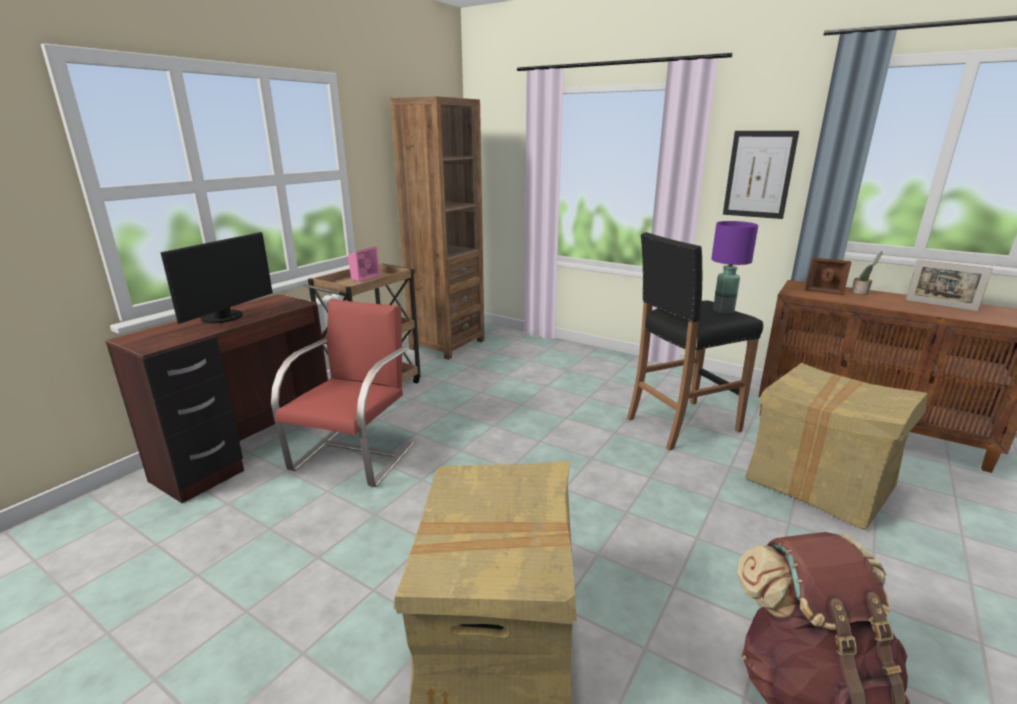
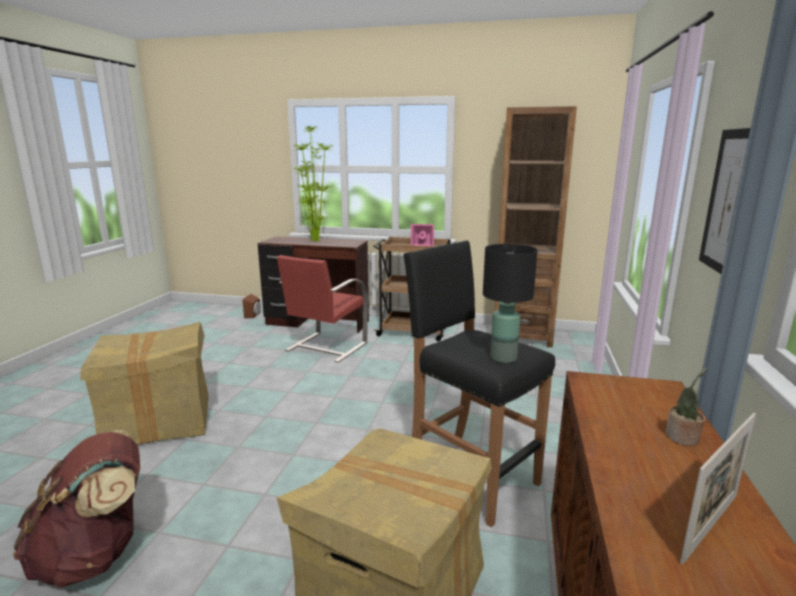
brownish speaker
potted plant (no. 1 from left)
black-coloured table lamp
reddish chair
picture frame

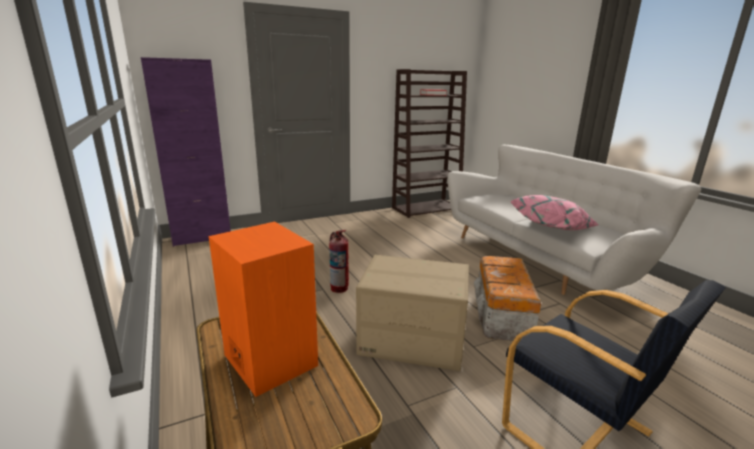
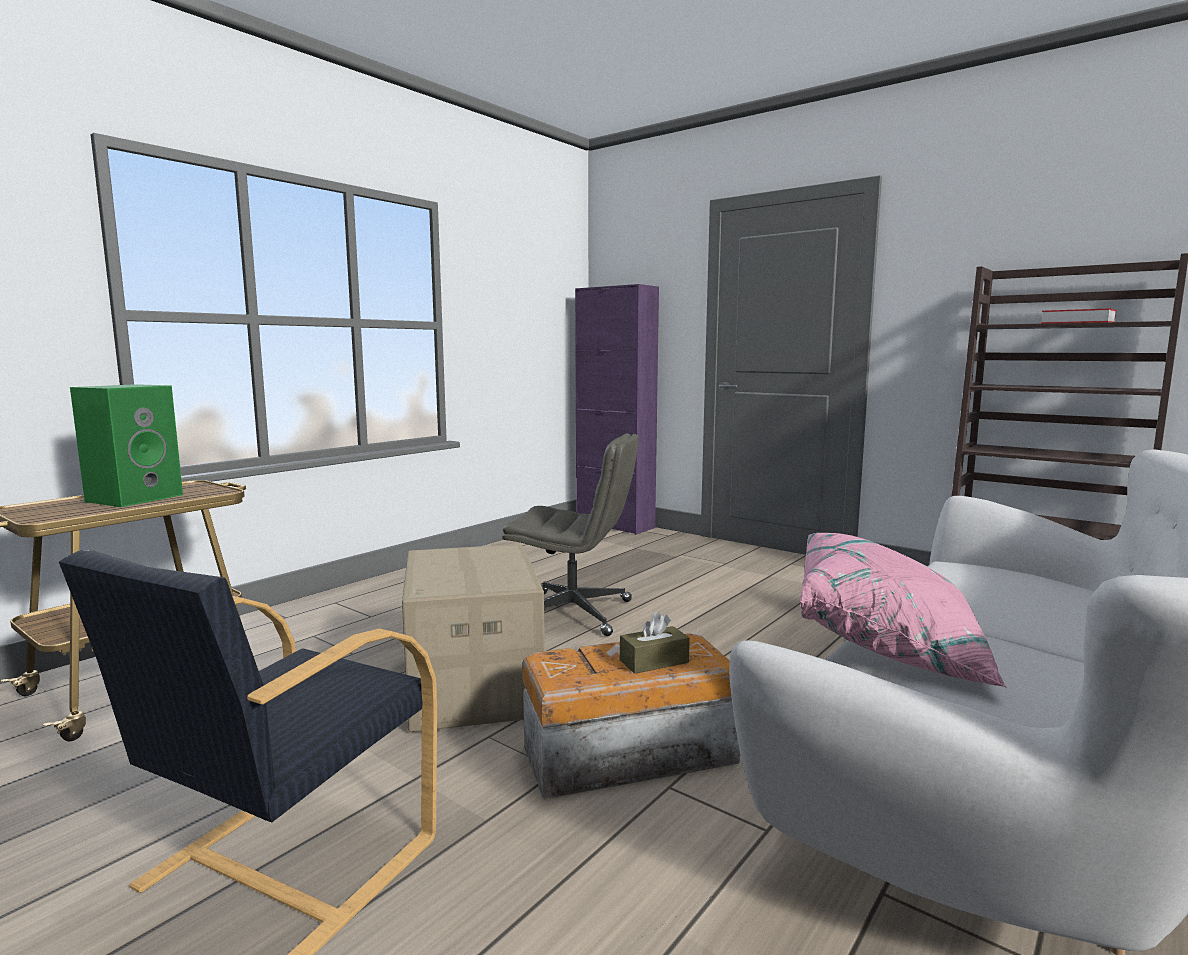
brownish box of tissues
gray office chair
green-coloured speaker

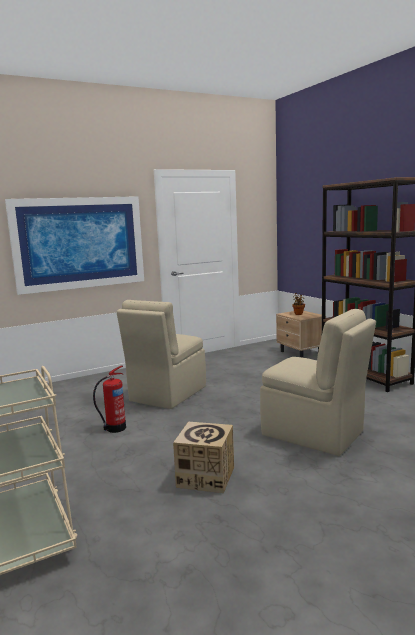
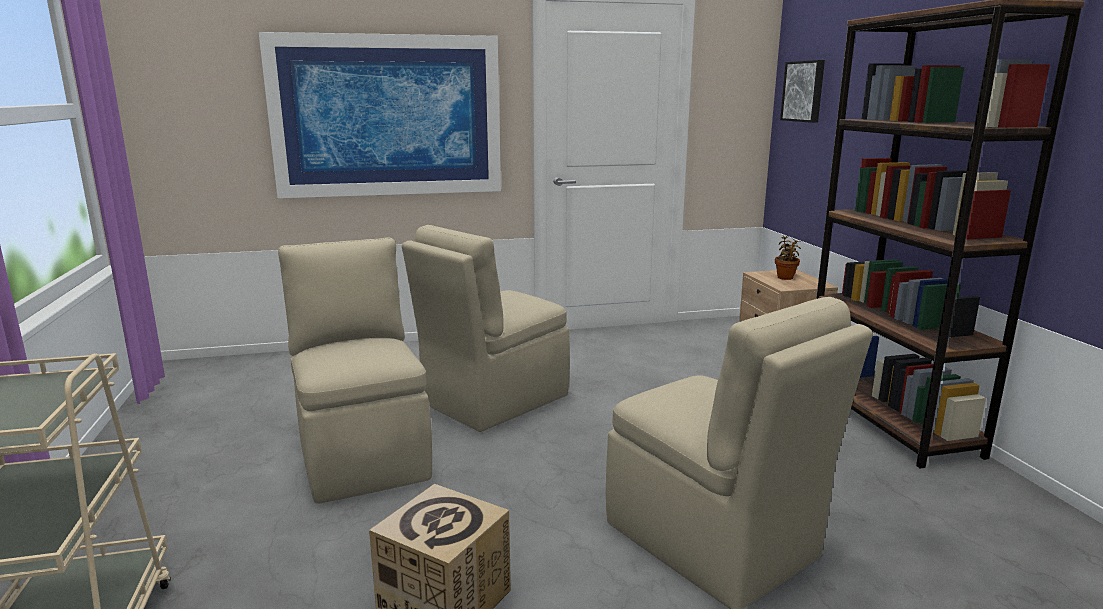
picture (no. 2 from left)
sand-coloured chair (no. 1 from left)

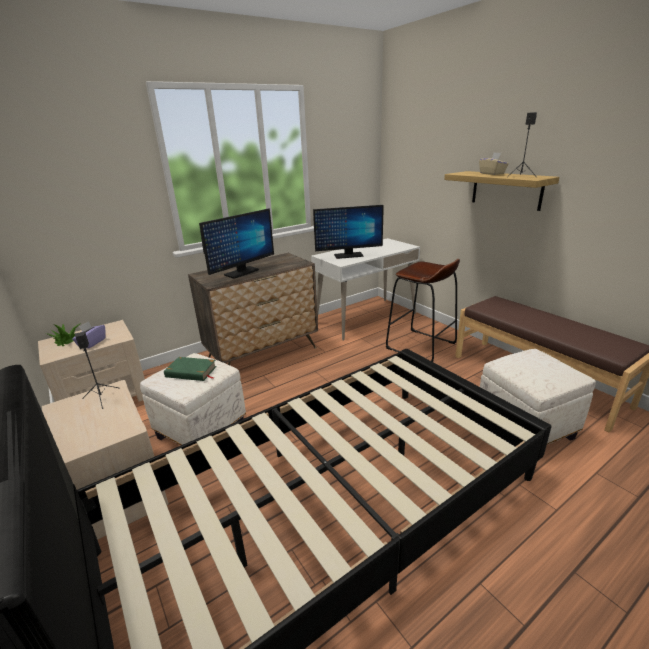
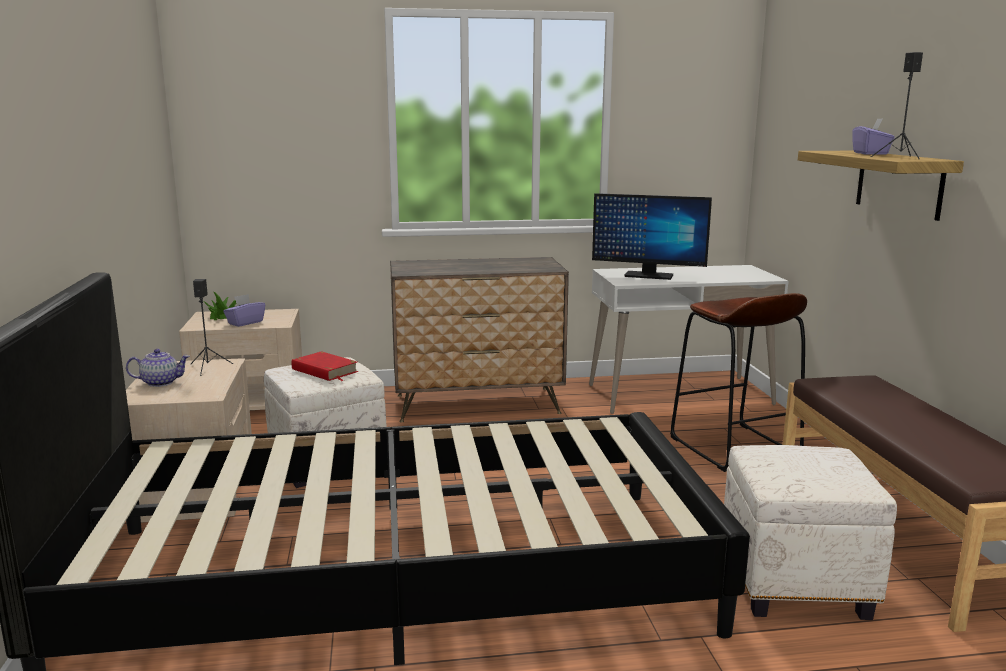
computer screen (no. 1 from left in the first image)
tea pot
reddish book
purple-coloured box of tissues (no. 2 from left)

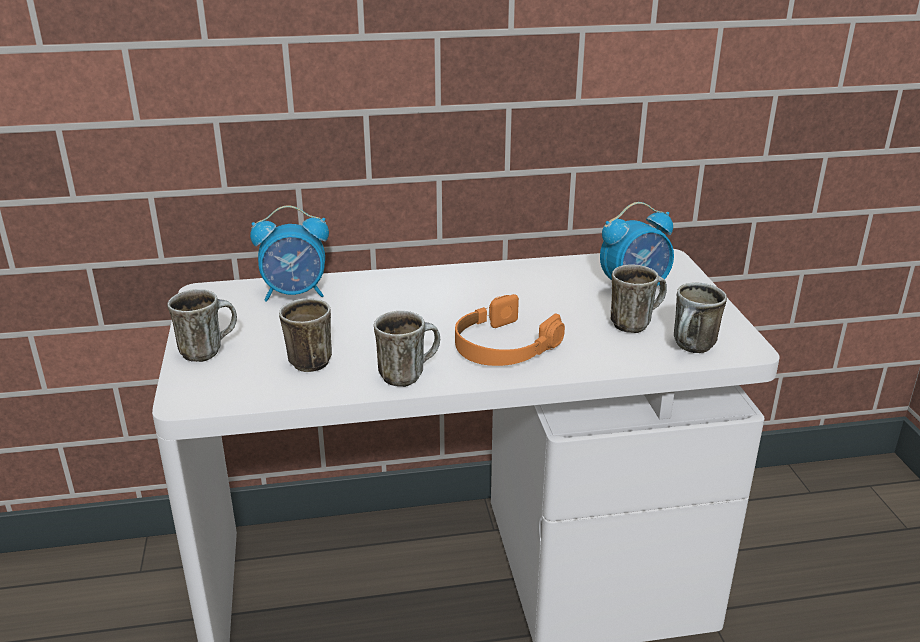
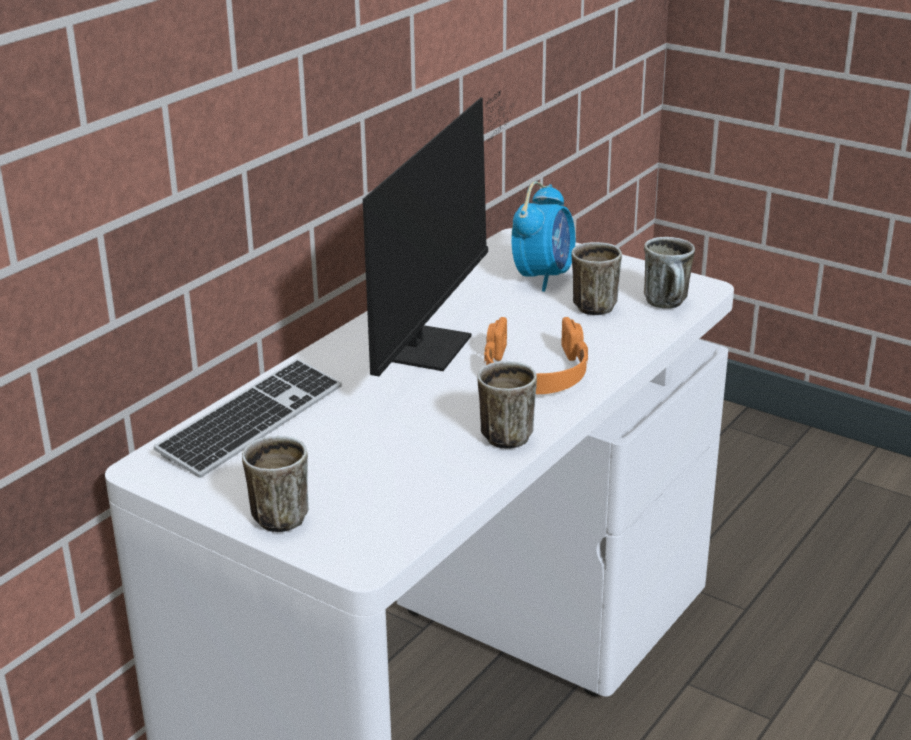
mug (no. 2 from left in the first image)
computer screen
PC keyboard

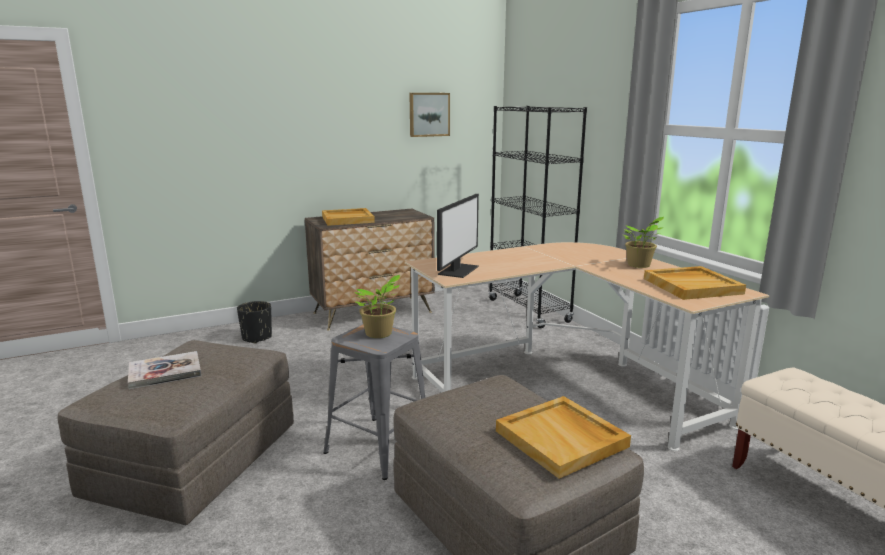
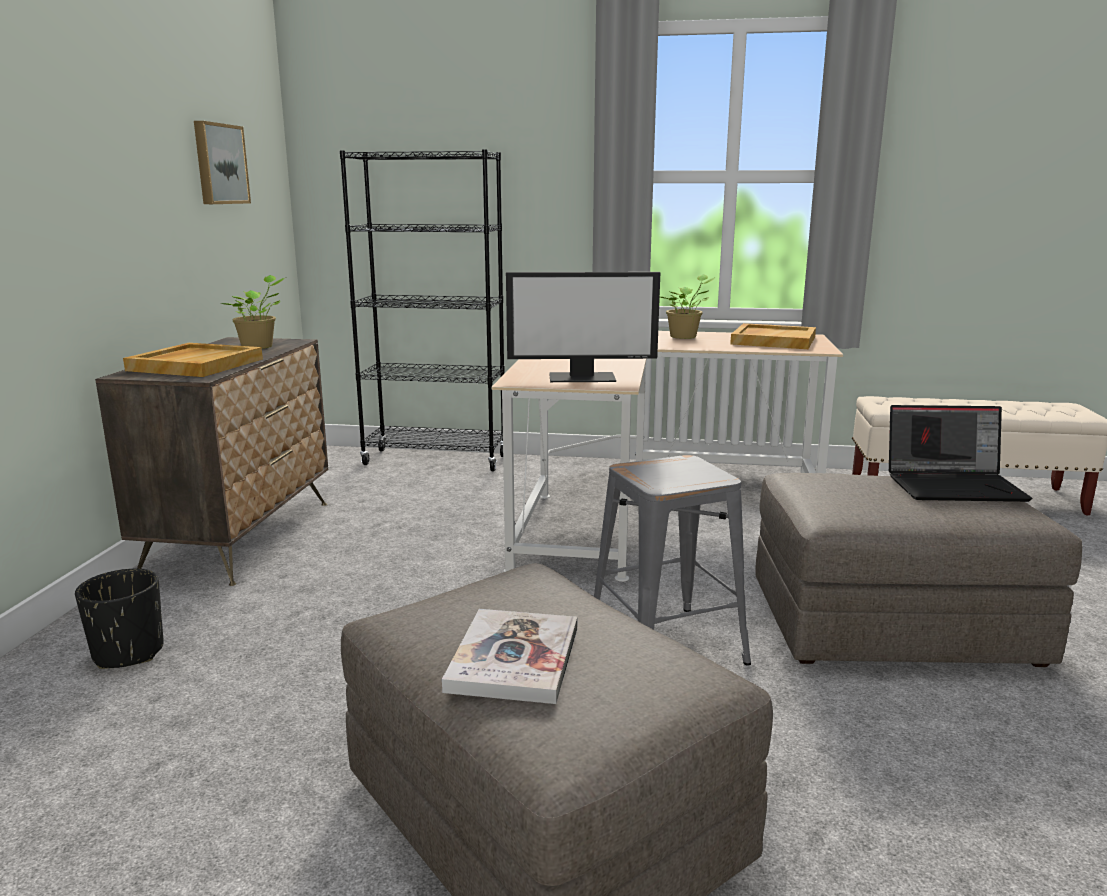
potted plant (no. 1 from left)
laptop
computer screen

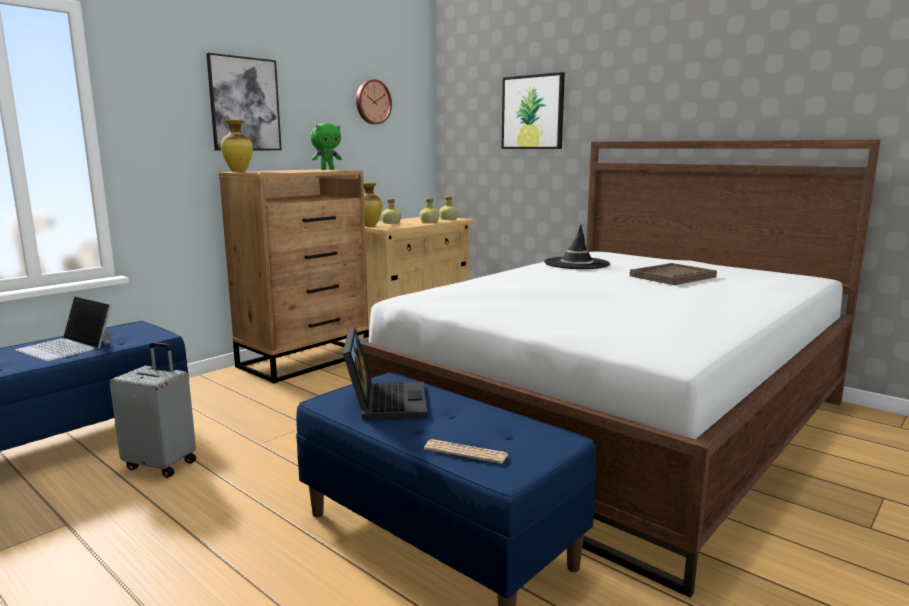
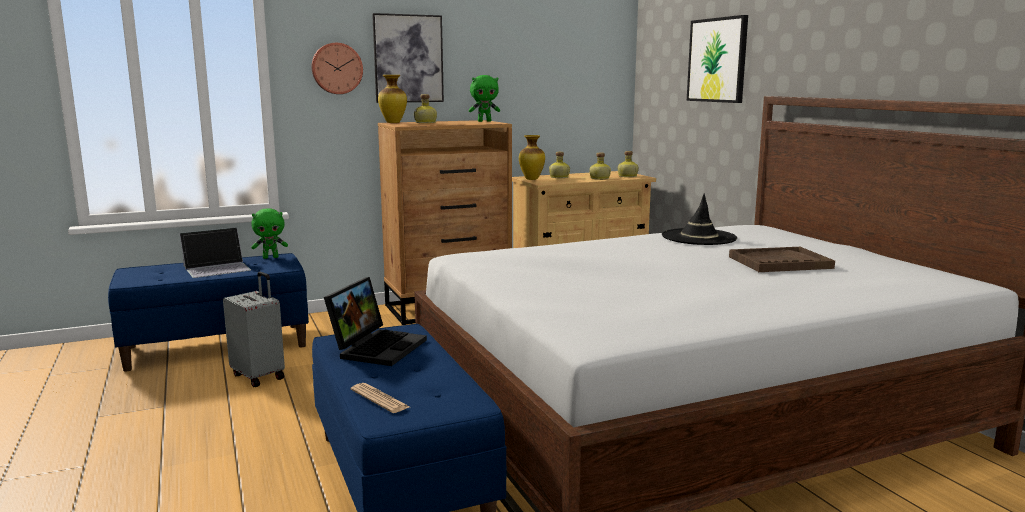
green-coloured soft toy (no. 1 from left)
beverage bottle (no. 1 from left)
hanging clock
laptop (no. 1 from left)

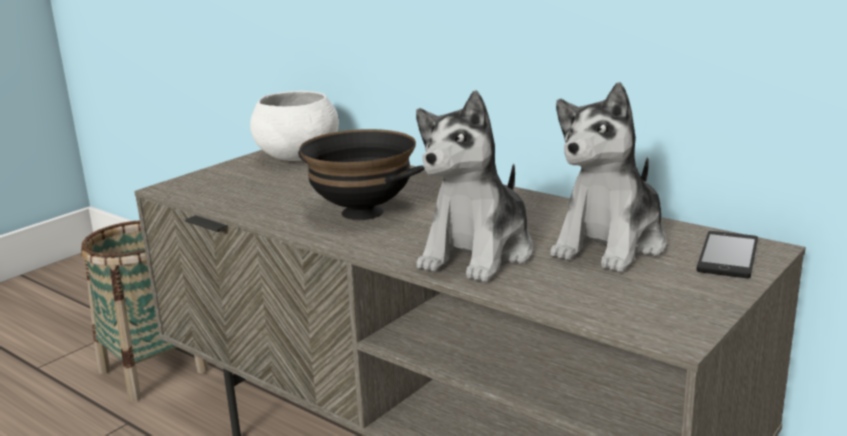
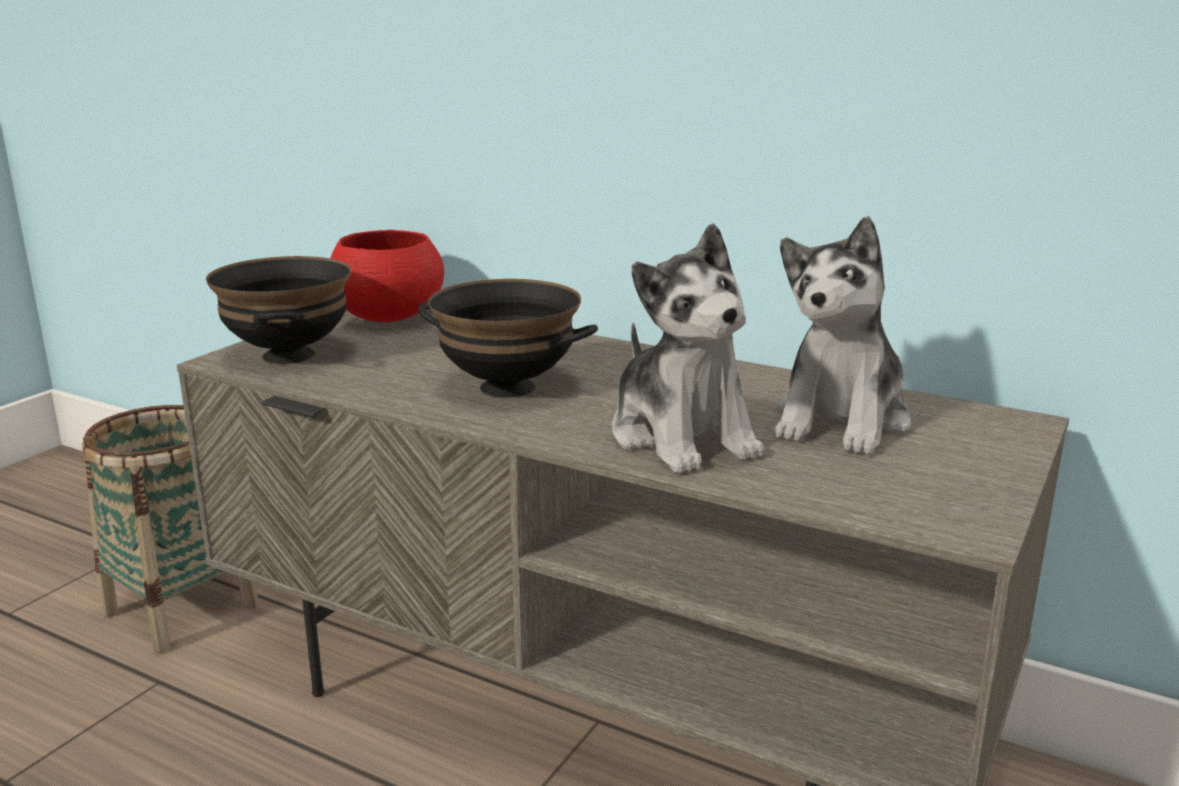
handset
black-coloured serving bowl (no. 1 from left)
reddish serving bowl
soft toy (no. 1 from left)

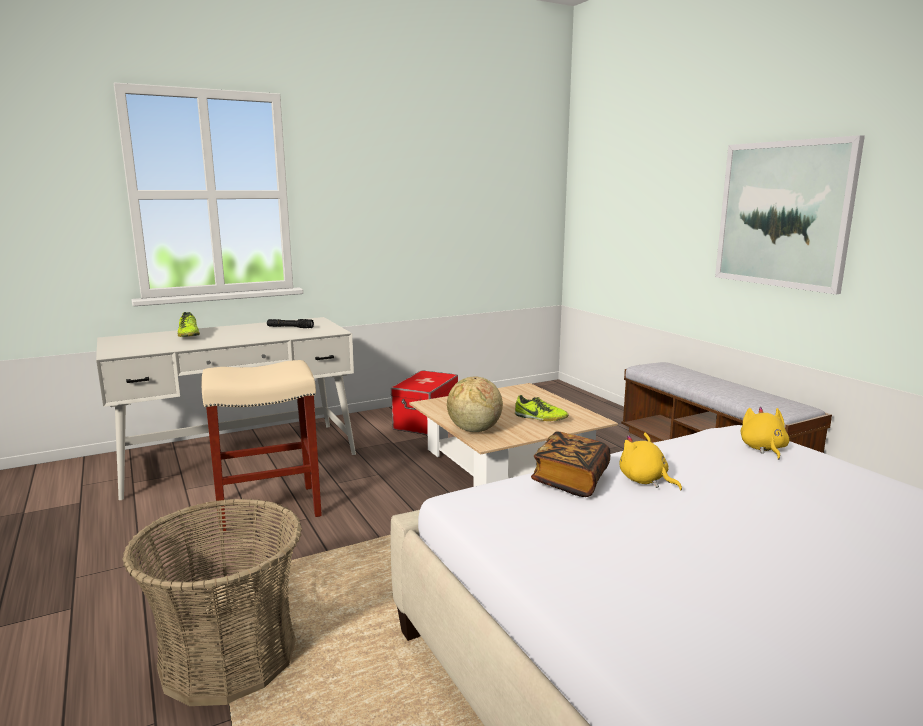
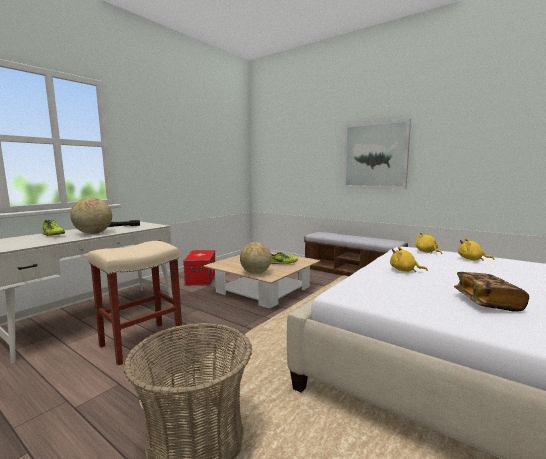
world globe (no. 1 from left)
yellow soft toy (no. 3 from left)
book

